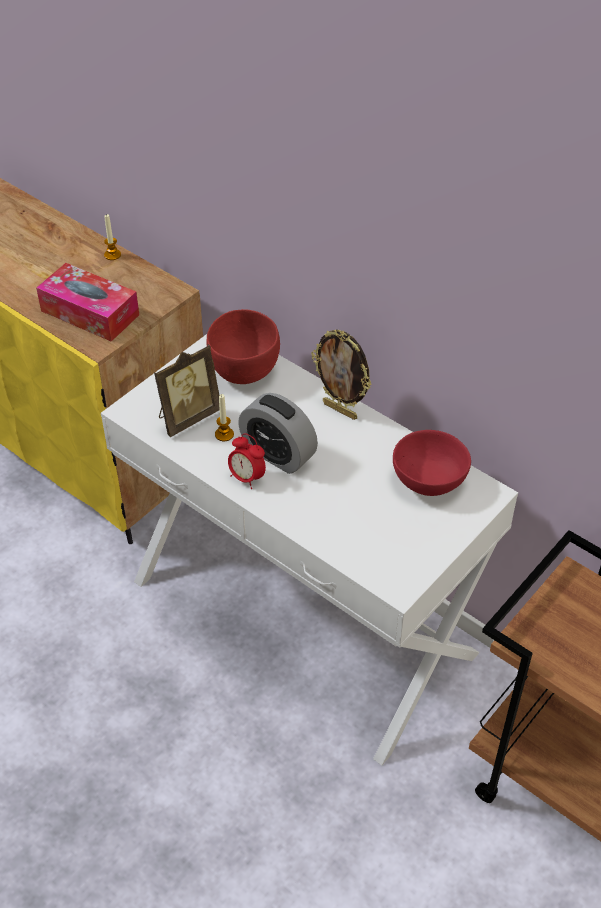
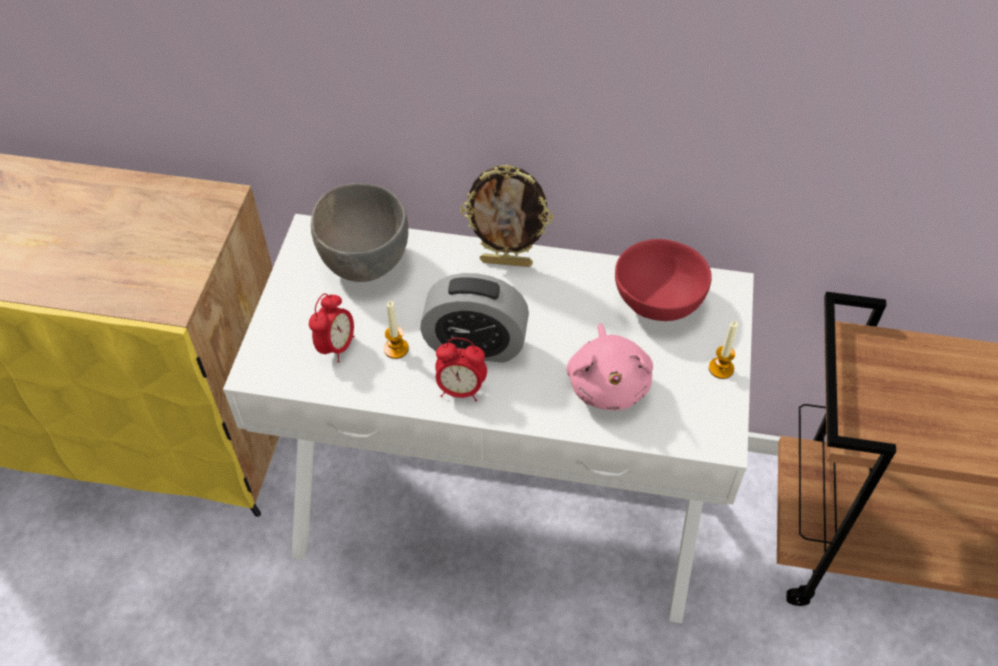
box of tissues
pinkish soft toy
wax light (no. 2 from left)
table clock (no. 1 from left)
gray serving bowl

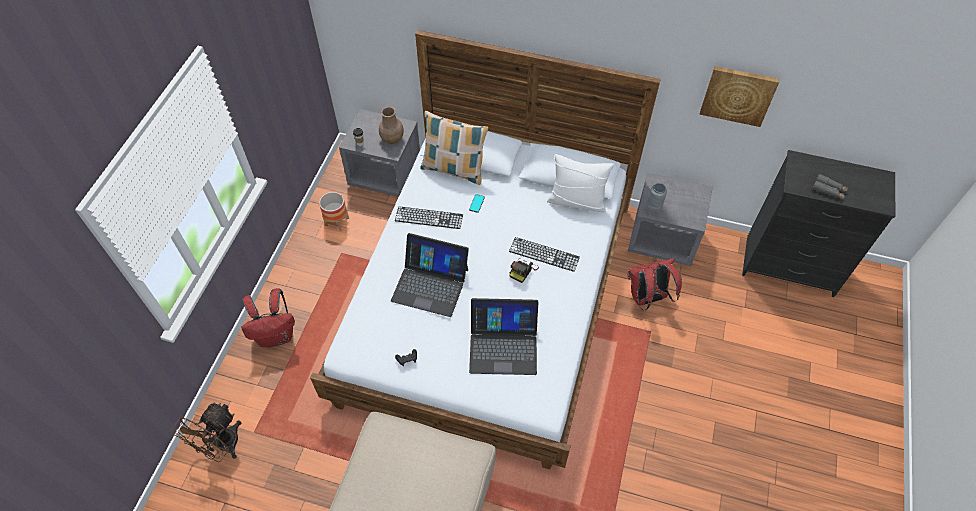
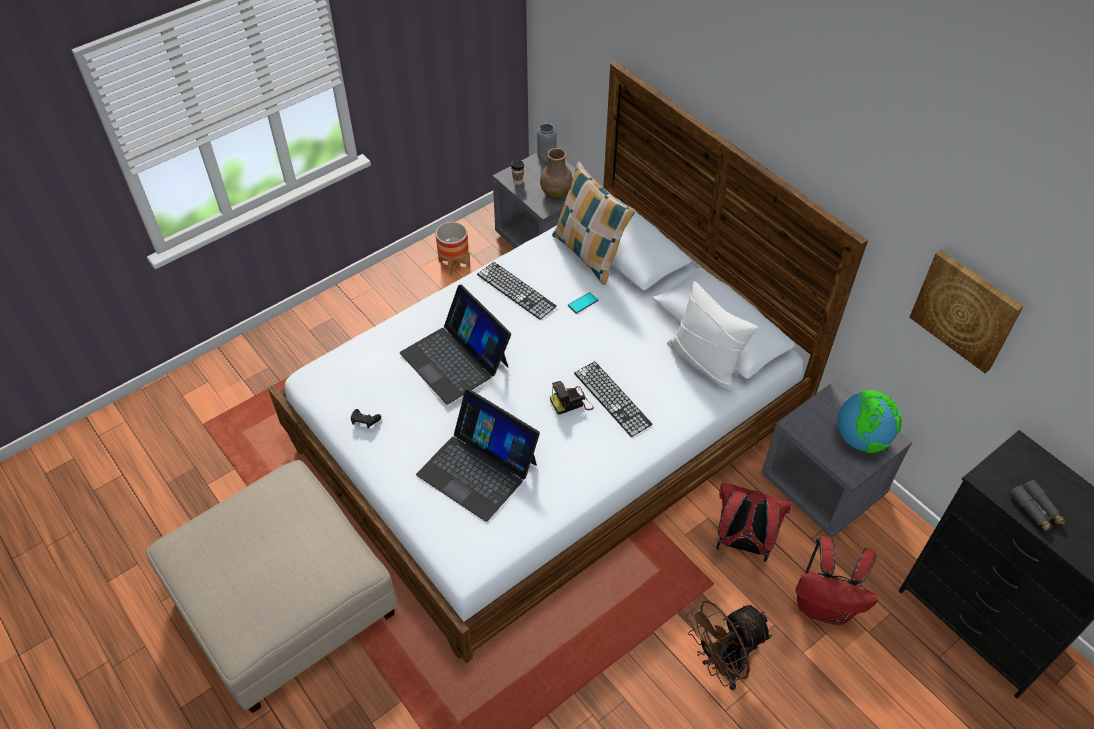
world globe
brownish electric fan
reddish knapsack (no. 2 from left)
gray flower vase

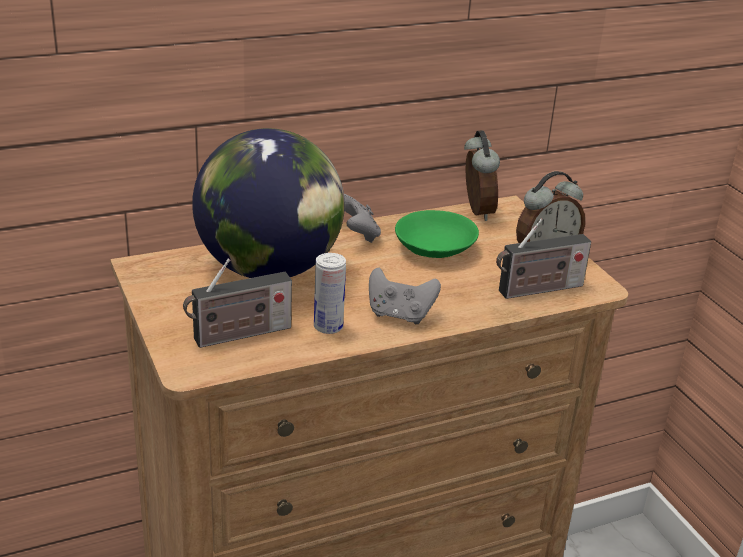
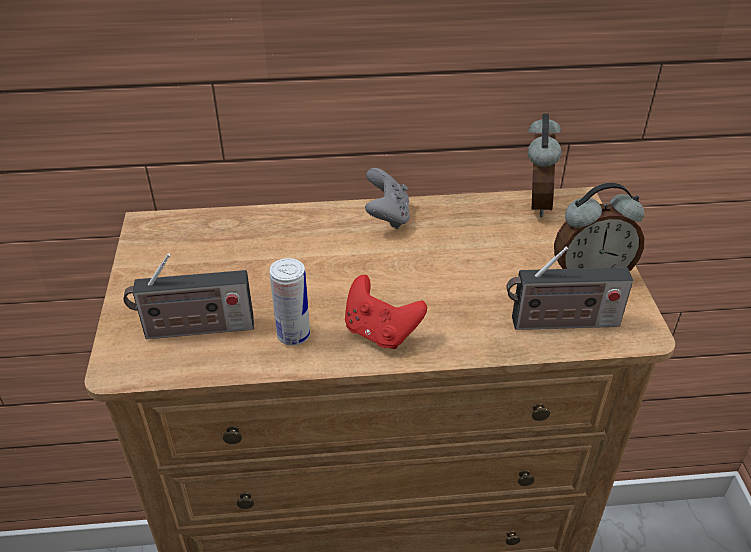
world globe
green-coloured serving bowl
reddish game controller

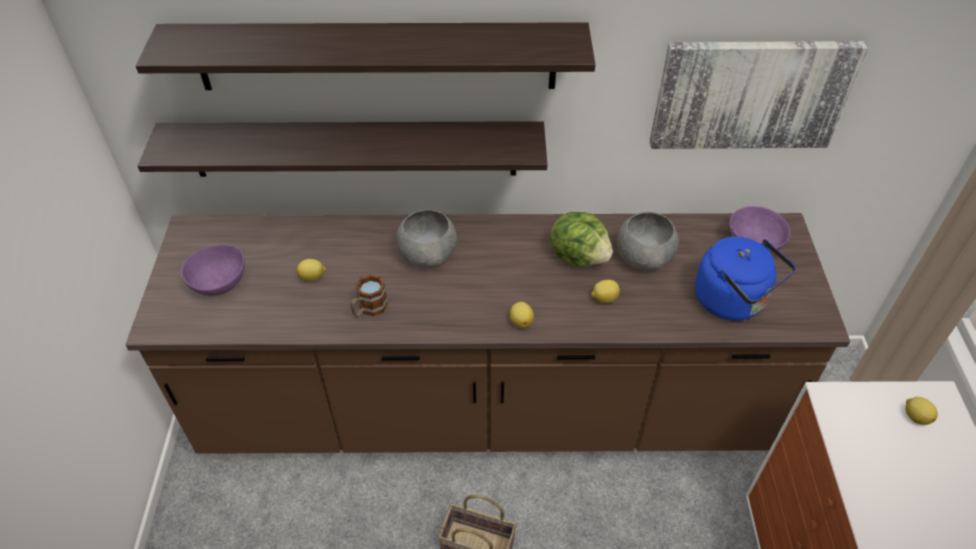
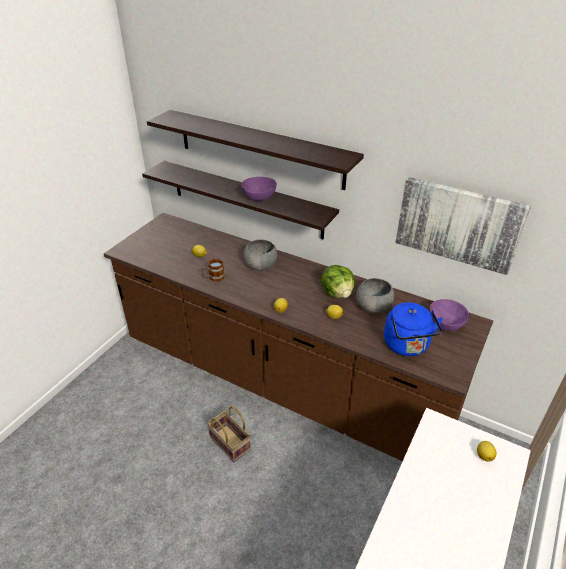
purple-coloured serving bowl (no. 1 from left)

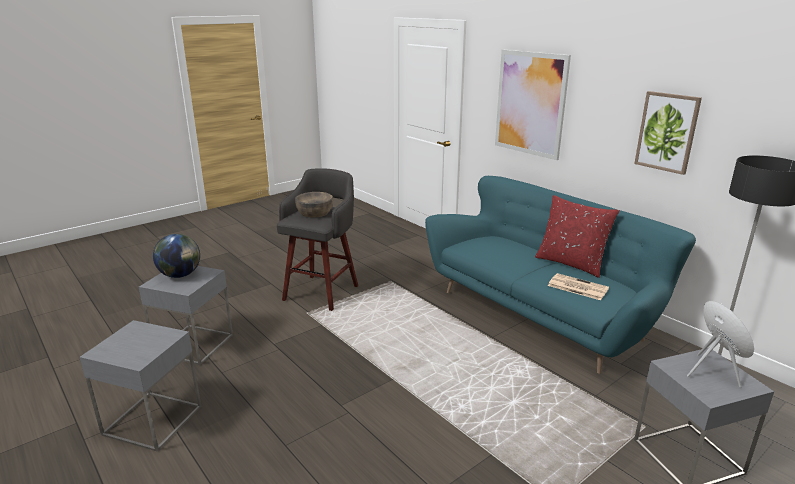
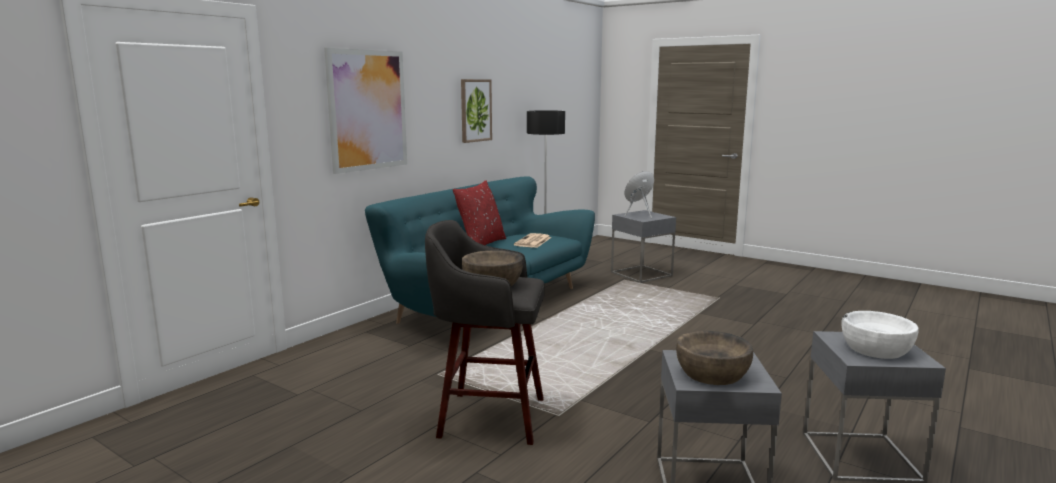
white-coloured serving bowl
brownish serving bowl (no. 2 from left)

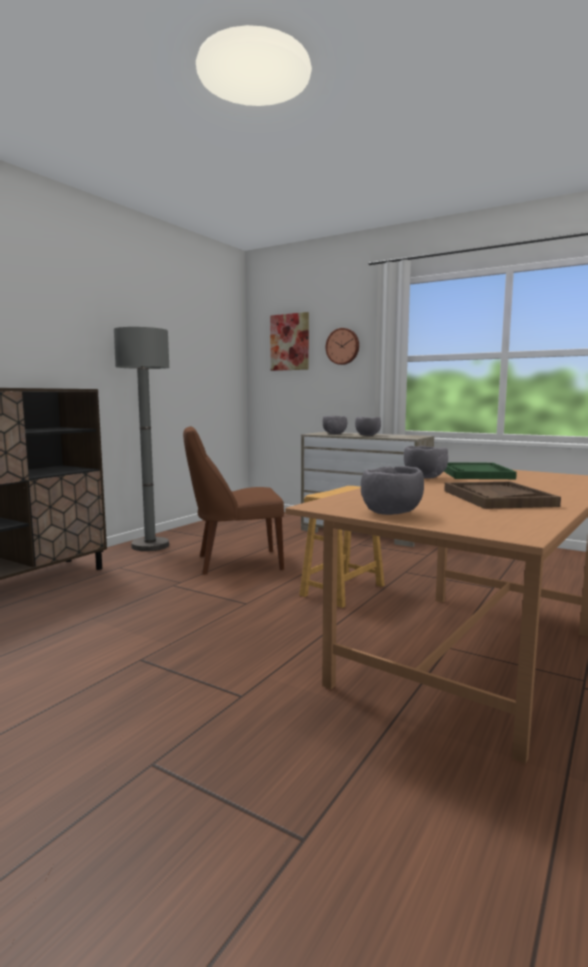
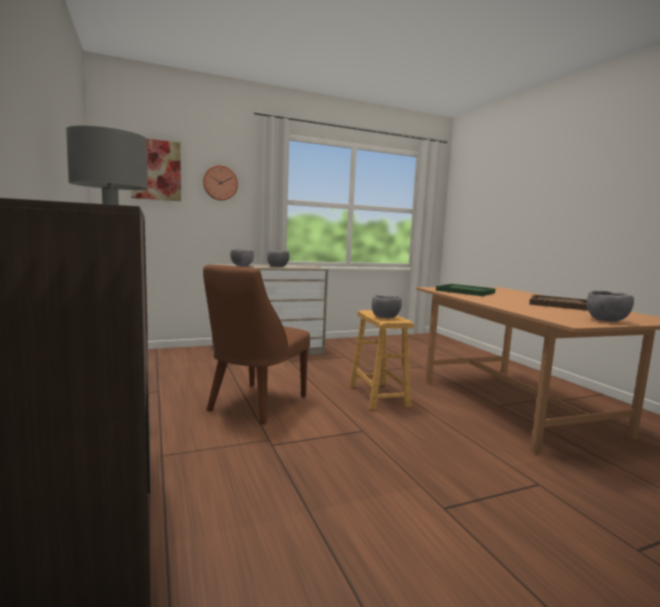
gray serving bowl (no. 3 from left)

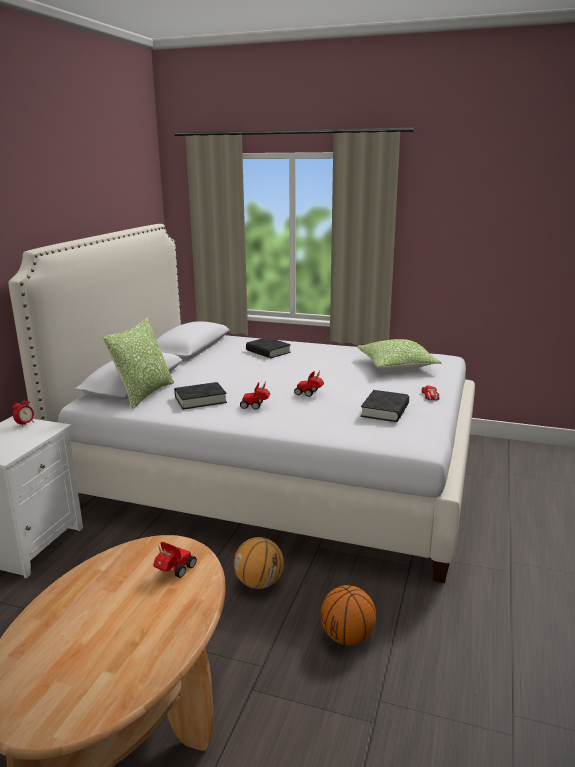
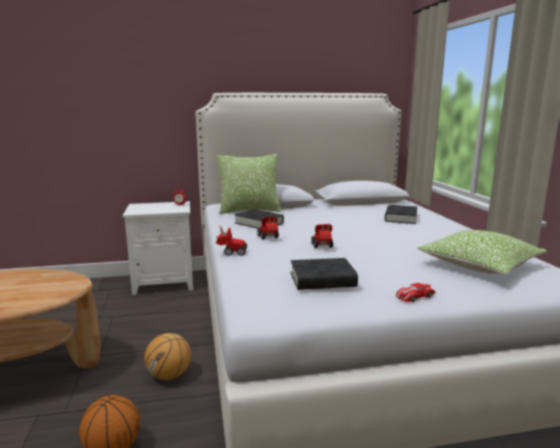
toy car (no. 1 from left)

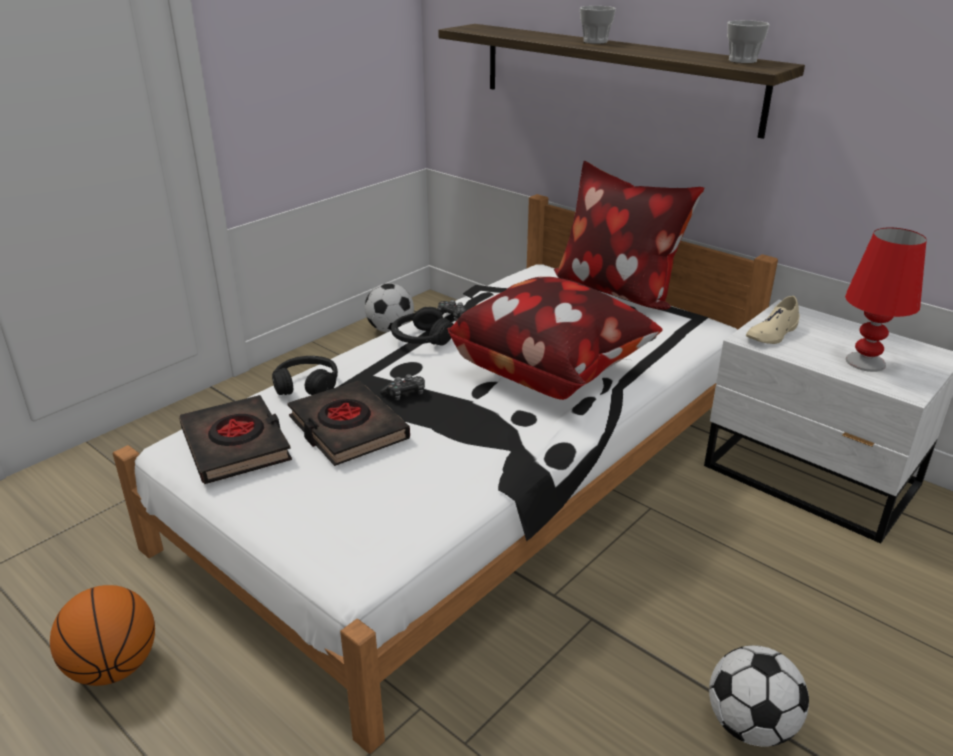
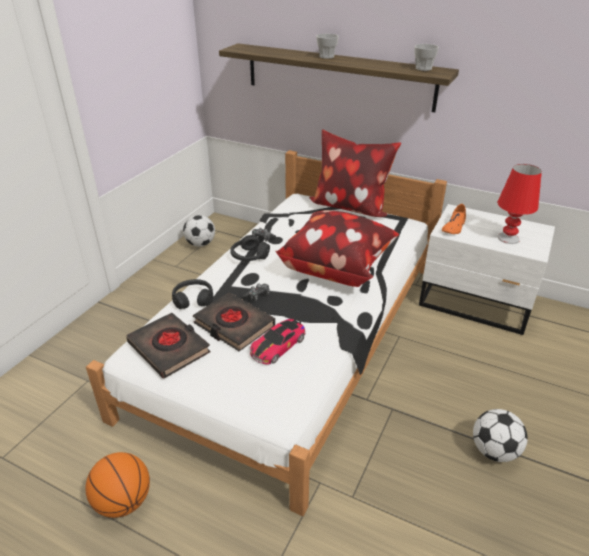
toy car
orange-coloured low shoe

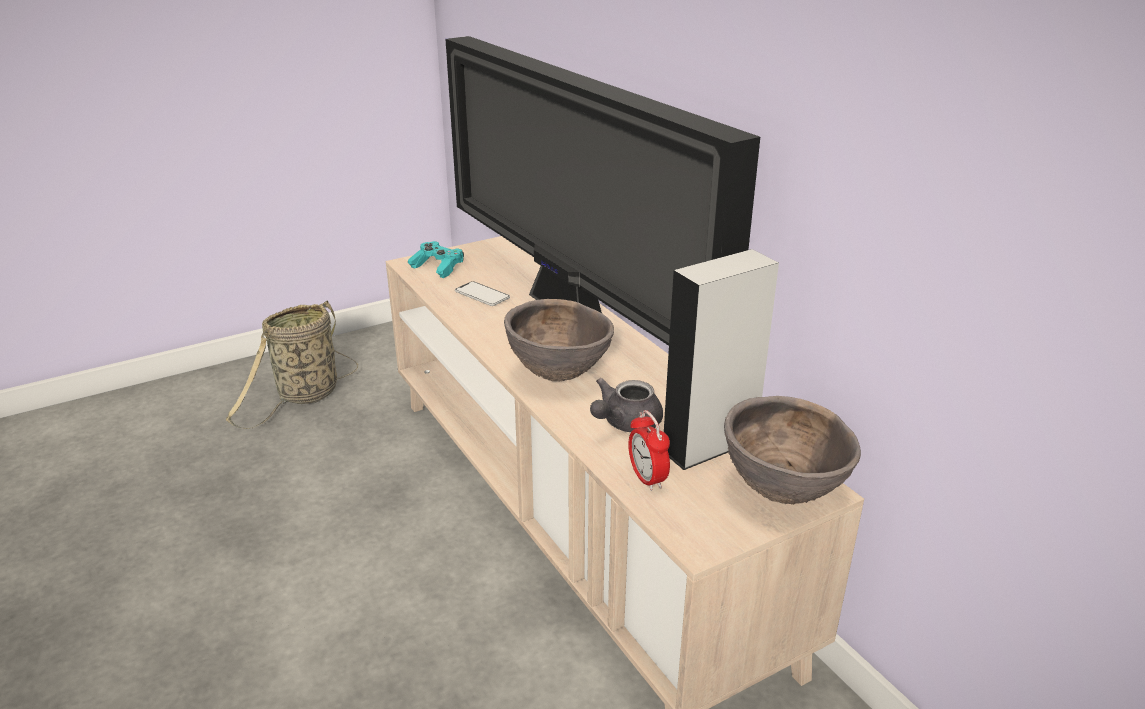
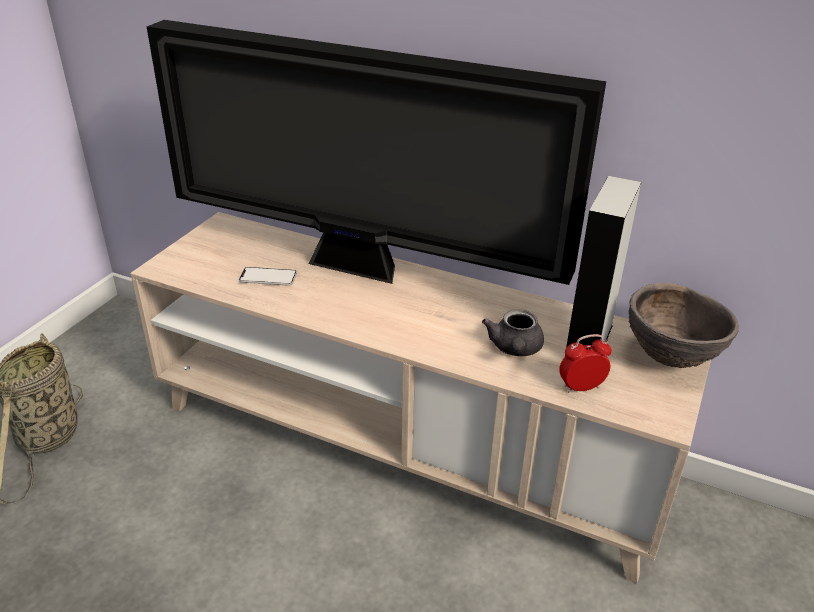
blue-green game controller
brownish serving bowl (no. 1 from left in the first image)
table clock

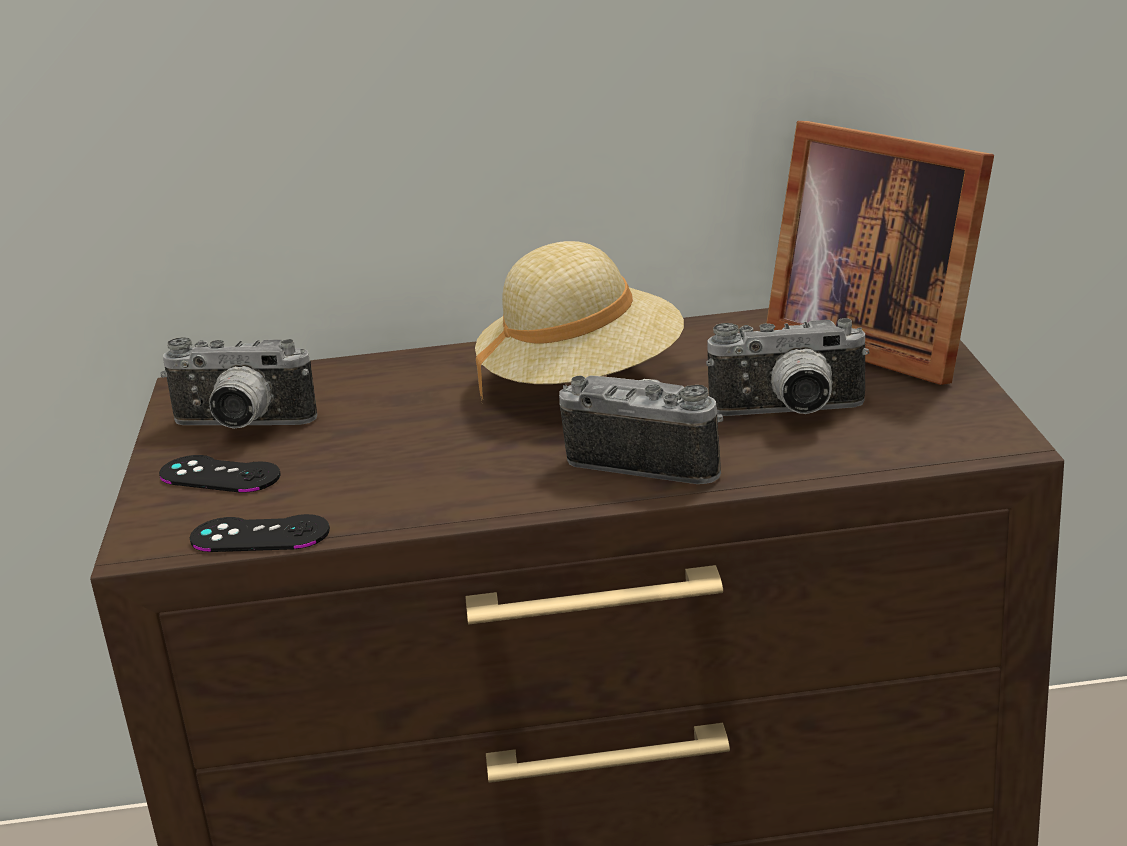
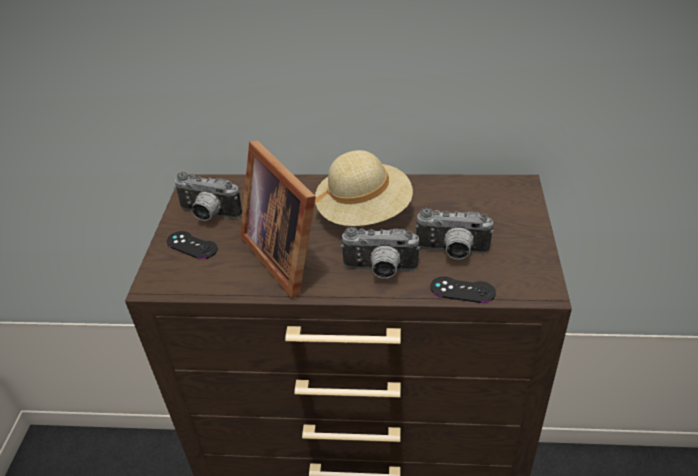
black-coloured game controller (no. 2 from left)
picture frame
photo camera (no. 2 from left)

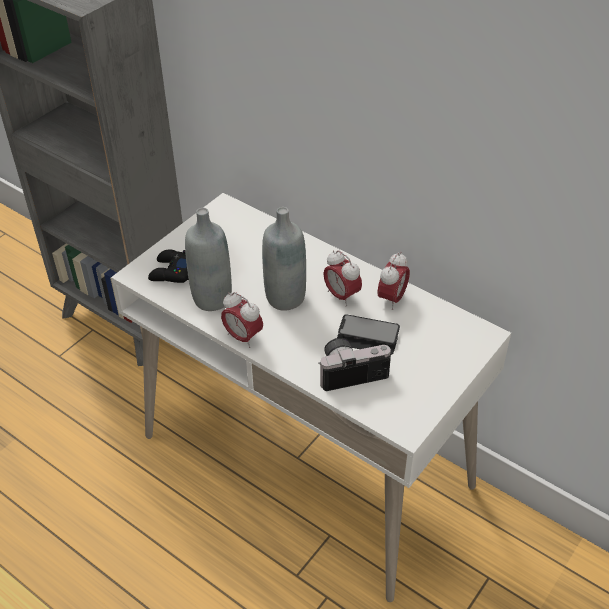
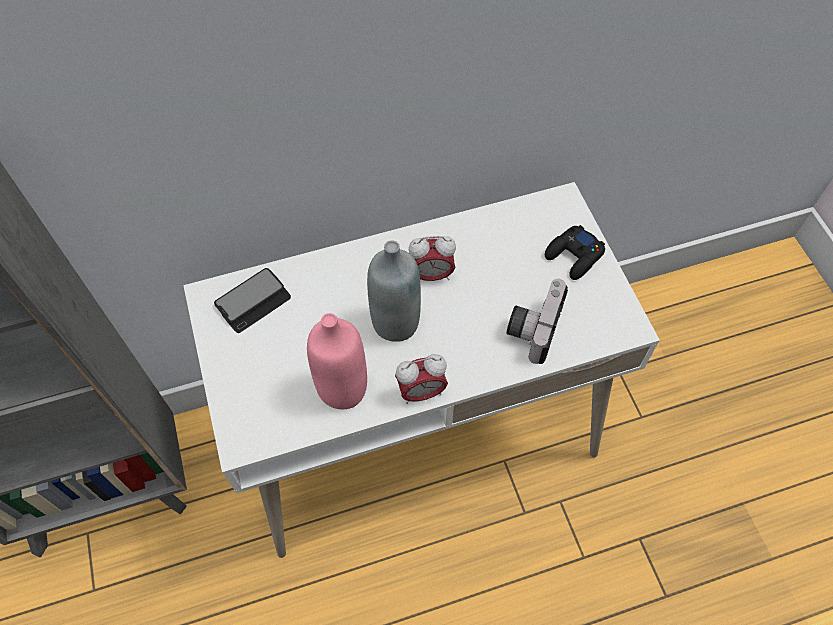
table clock (no. 3 from left in the first image)
black-coloured game controller
handset
pinkish beverage bottle

